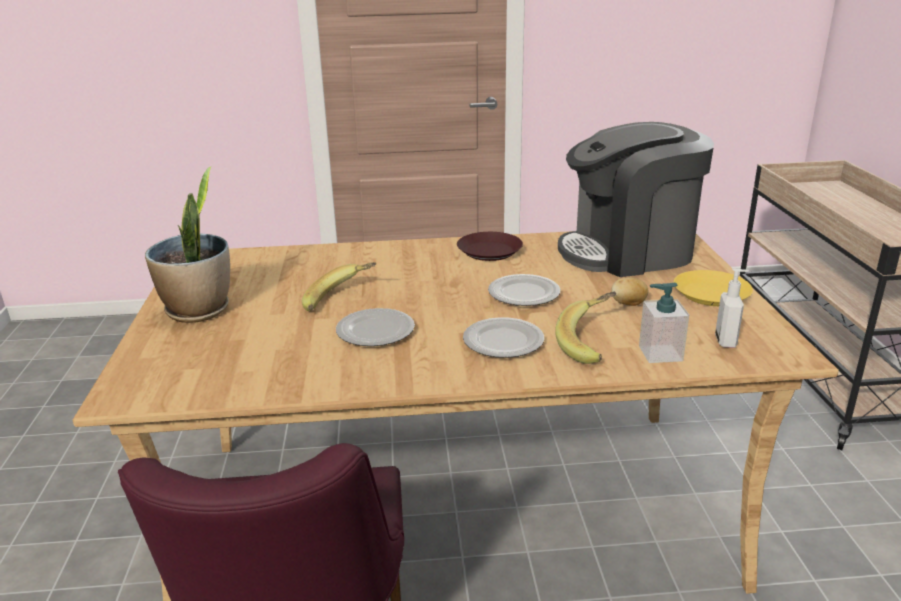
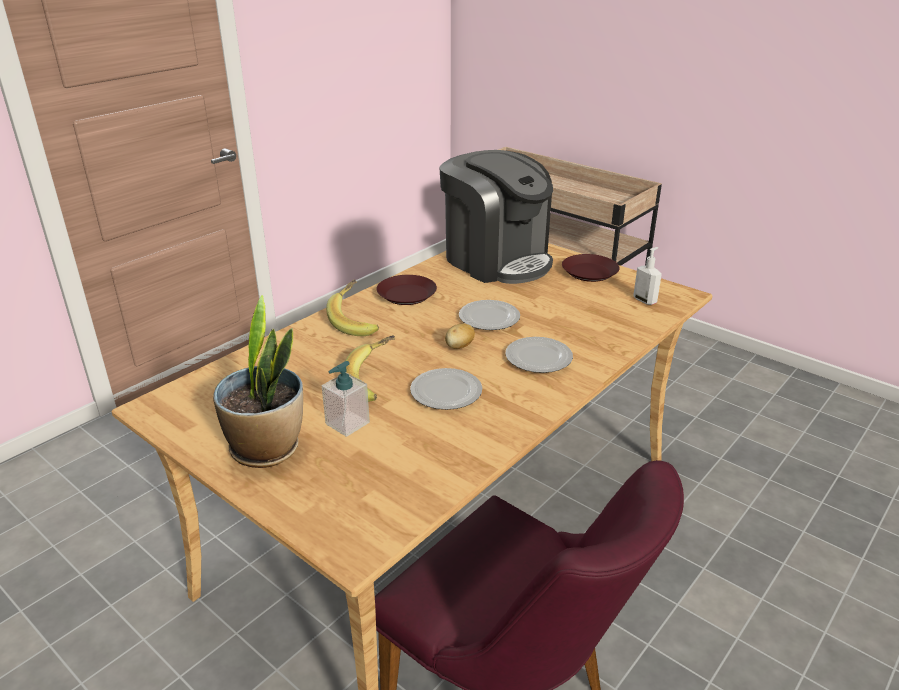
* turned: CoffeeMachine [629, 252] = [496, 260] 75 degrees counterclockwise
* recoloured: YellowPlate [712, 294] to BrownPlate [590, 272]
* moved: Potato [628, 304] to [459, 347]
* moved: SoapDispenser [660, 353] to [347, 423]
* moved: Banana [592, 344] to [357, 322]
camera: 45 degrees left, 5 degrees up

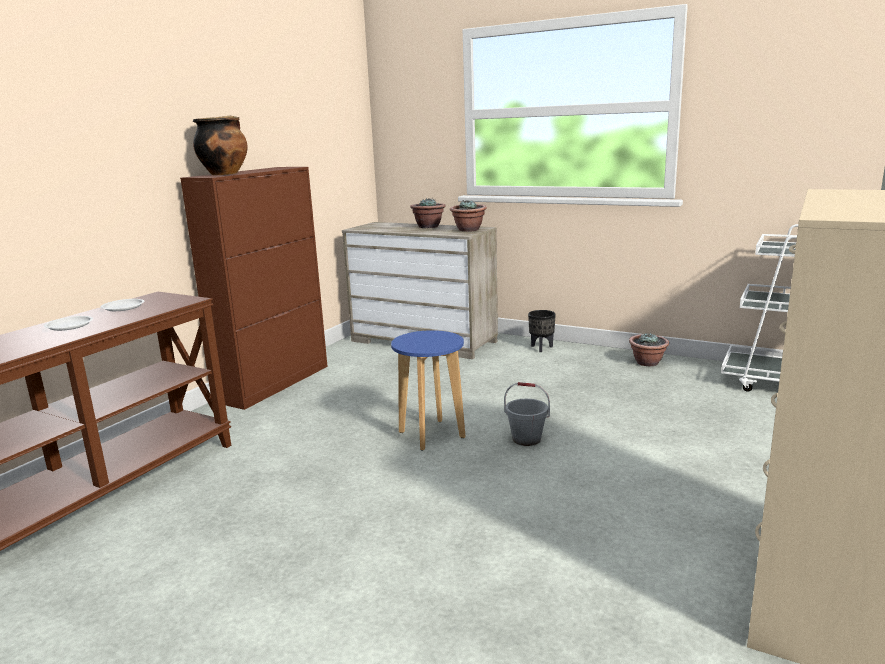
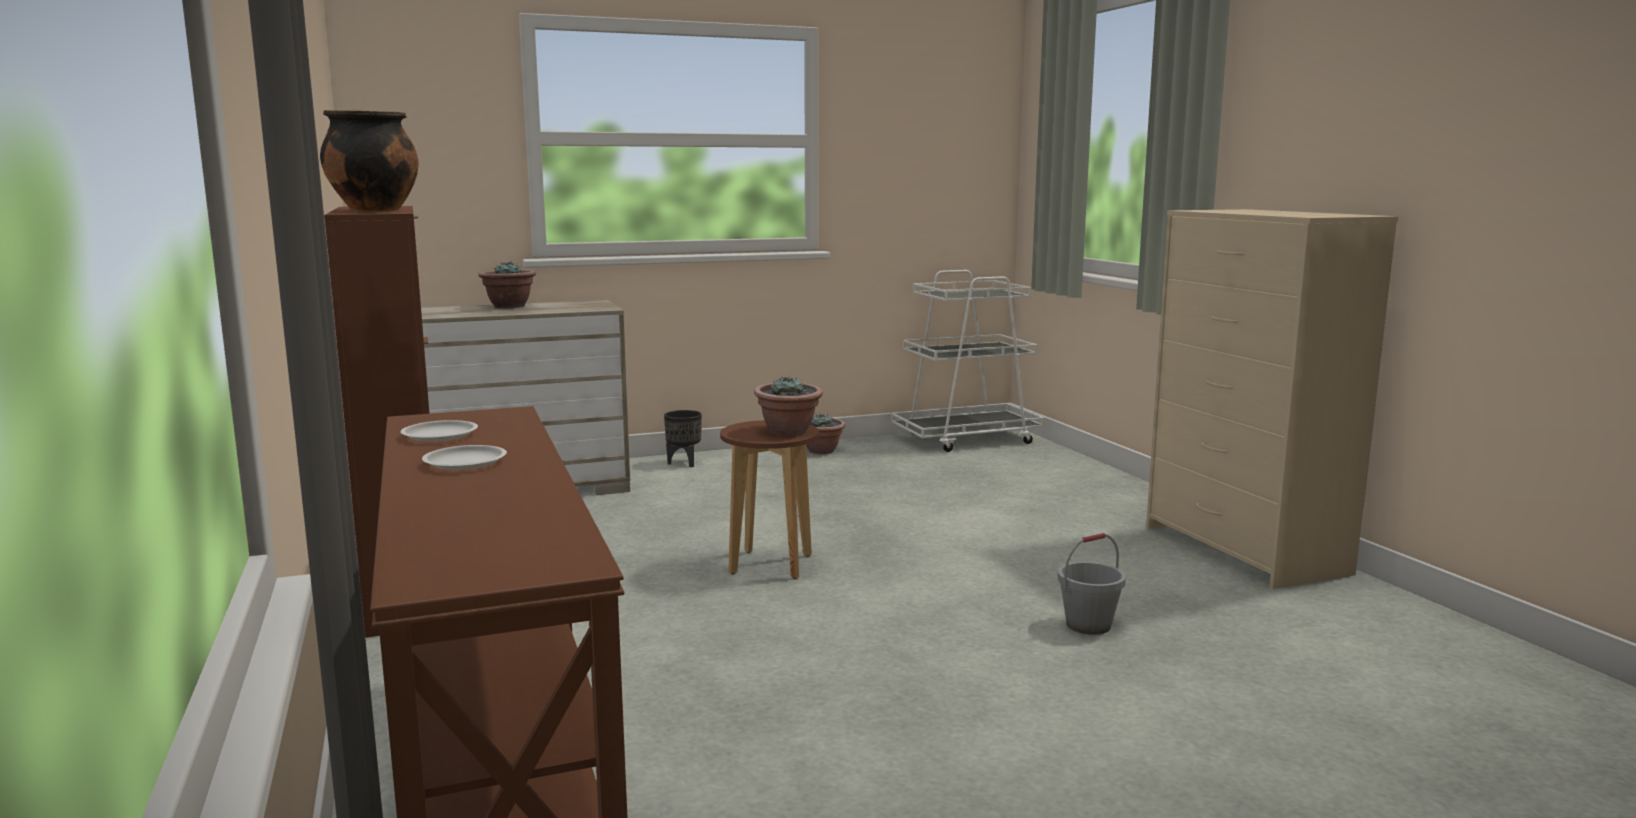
* moved: PottedPlant [468, 230] to [789, 431]
* recoloured: BlueStool [431, 435] to BrownStool [771, 564]
* moved: GreyBucket [527, 439] to [1088, 625]
camera: 50 degrees left, 5 degrees down

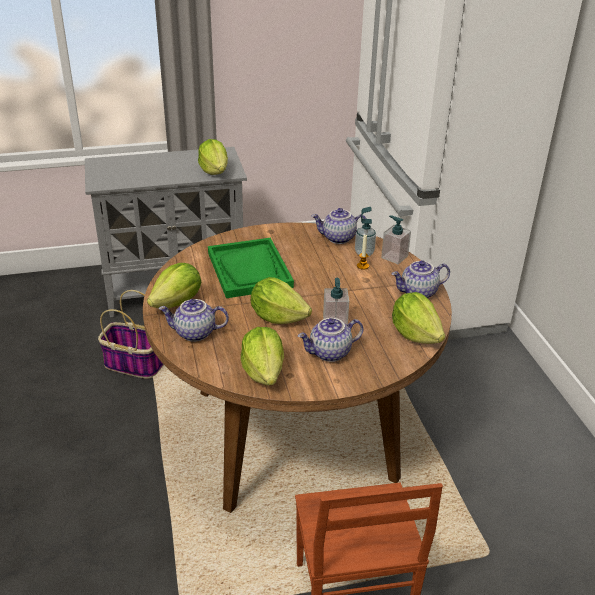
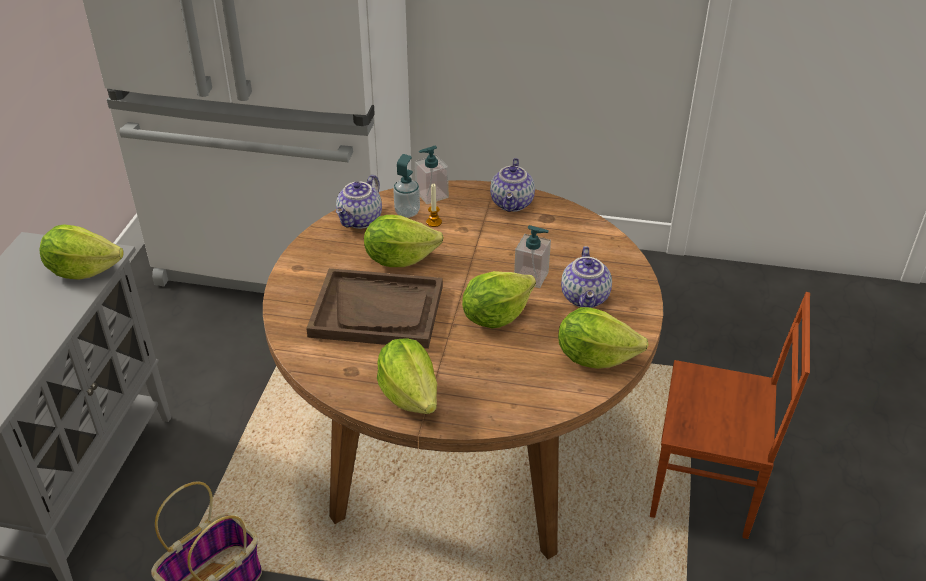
* recoloured: GreenTray [249, 270] to BrownTray [377, 311]
* moved: Lettuce [415, 334] to [399, 259]
* removed: Teapot [194, 334]
camera: 65 degrees left, 5 degrees up

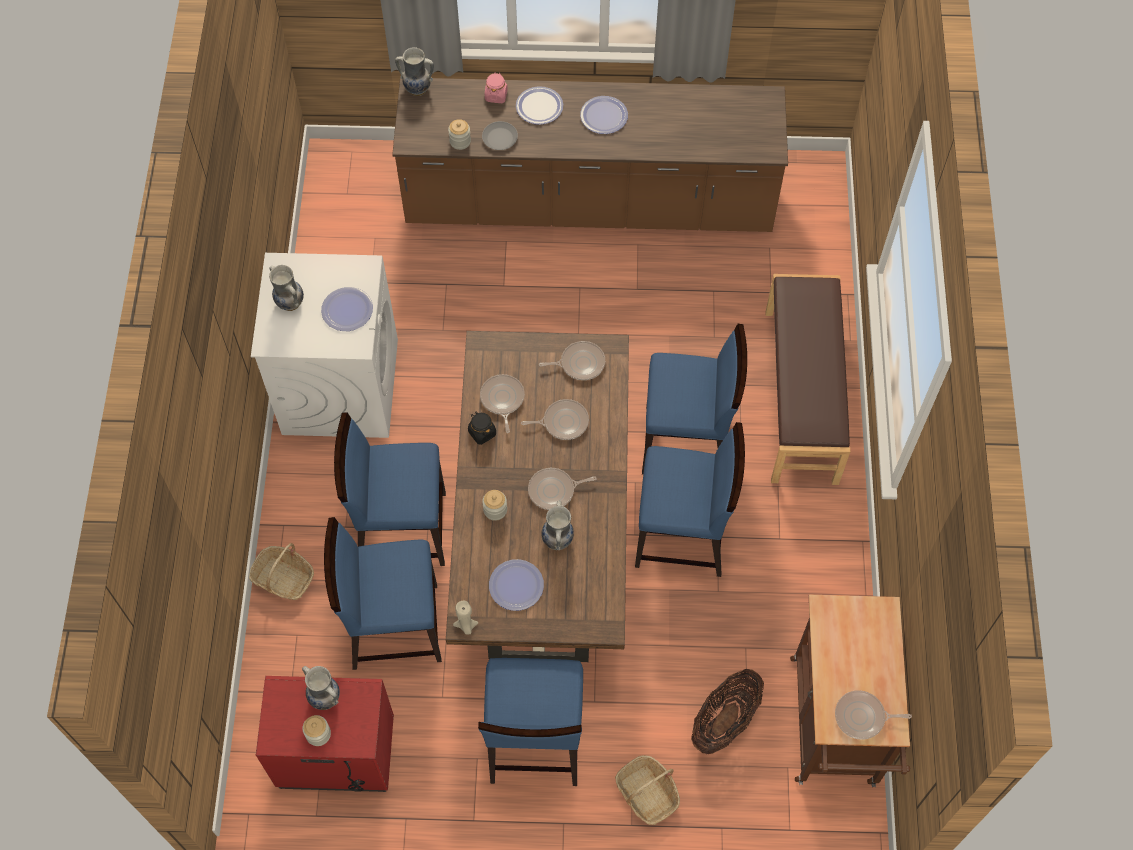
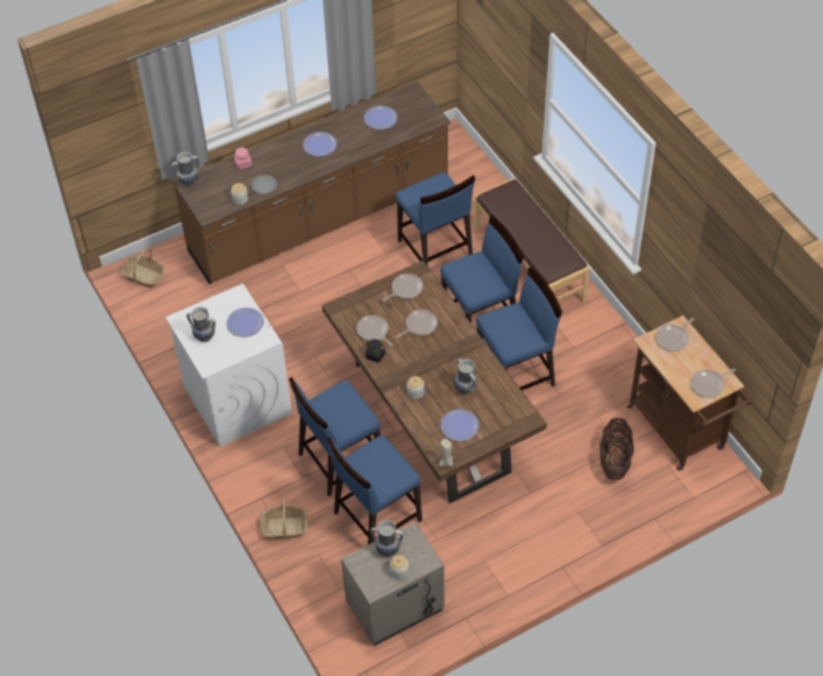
* moved: Plate [539, 106] to [380, 118]
* moved: FryingPan [554, 490] to [673, 339]
* moved: BlueChair [534, 741] to [435, 249]
* recoloured: RedNightstand [336, 755] to BeigeNightstand [395, 607]
* moved: Basket [647, 793] to [144, 276]
camera: 30 degrees left, 10 degrees down

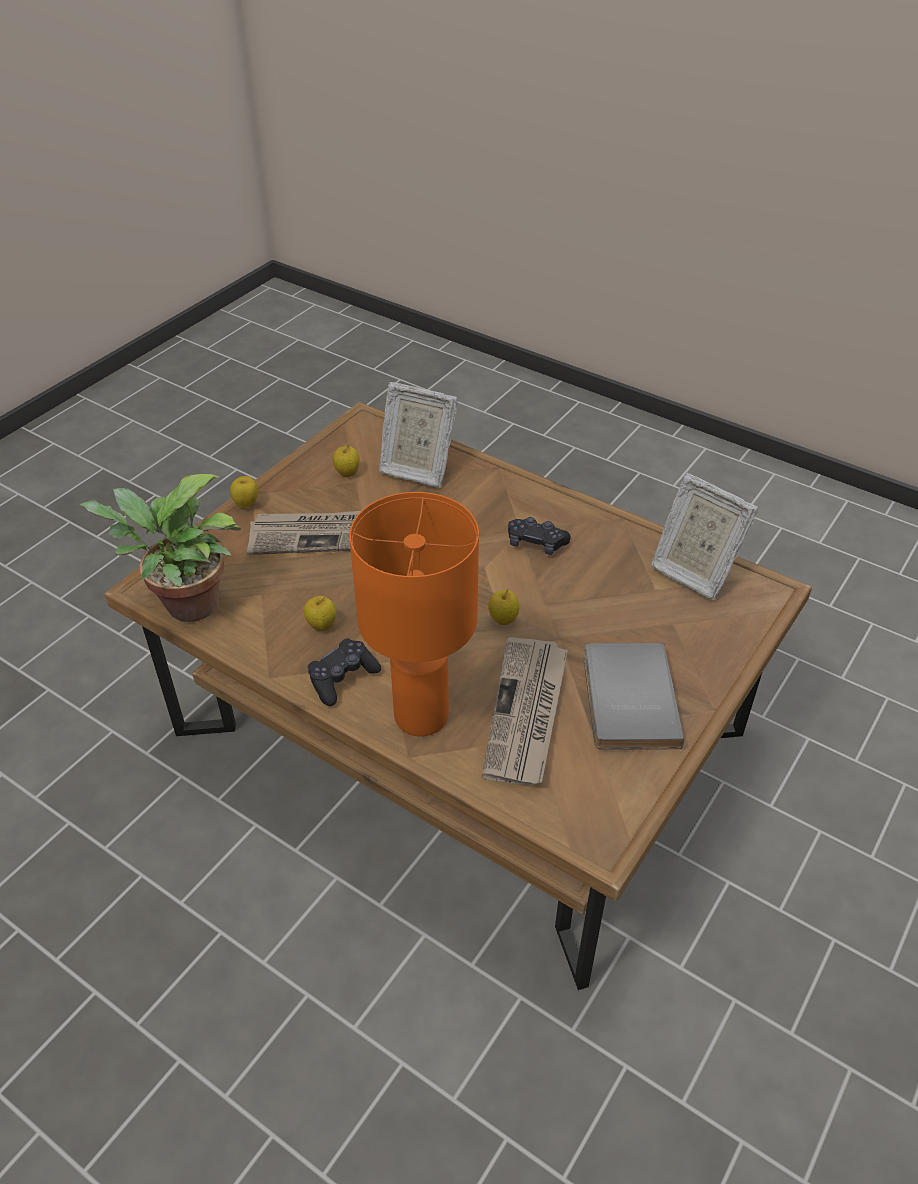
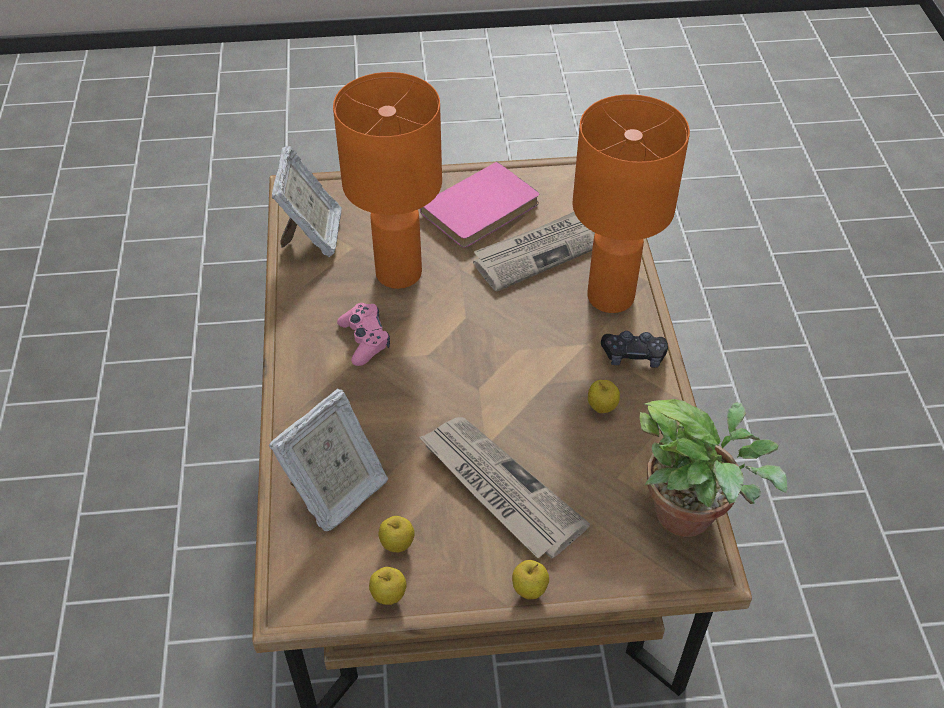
* turned: PictureFrame [416, 469] = [336, 492] 60 degrees clockwise
* recoloured: BlackGameController [536, 543] to PinkGameController [365, 340]
* moved: Apple [503, 620] to [388, 597]
* recoloured: GreyBook [625, 699] to PinkBook [483, 210]
* added: OrangeTableLamp [398, 271]
camera: 130 degrees left, 5 degrees up

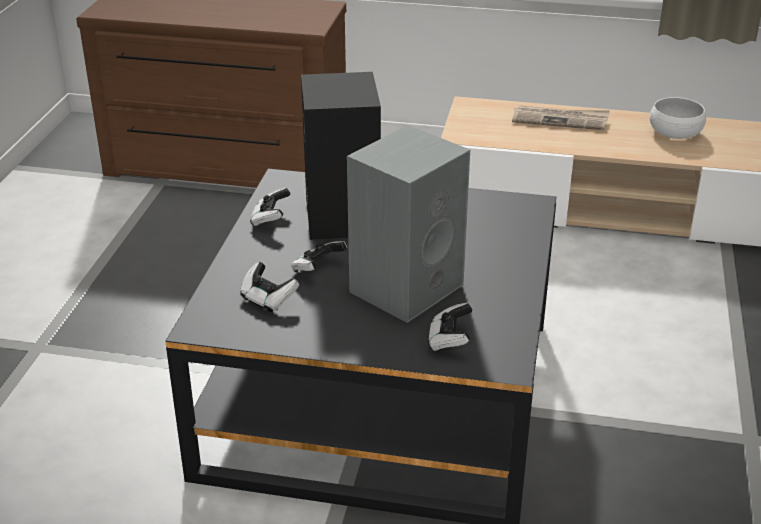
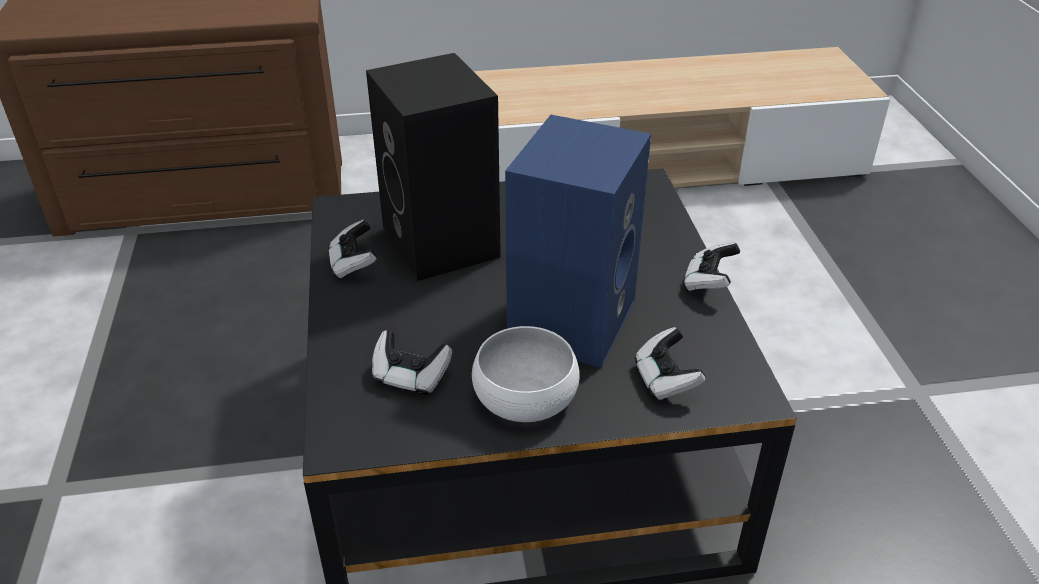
* moved: WhiteBowl [675, 132] to [525, 396]
* removed: Newspaper [560, 120]
* recoloured: GreySpeaker [406, 286] to BlueSpeaker [570, 318]
* moved: GameController [317, 269] to [708, 282]
camera: 20 degrees left, 5 degrees up

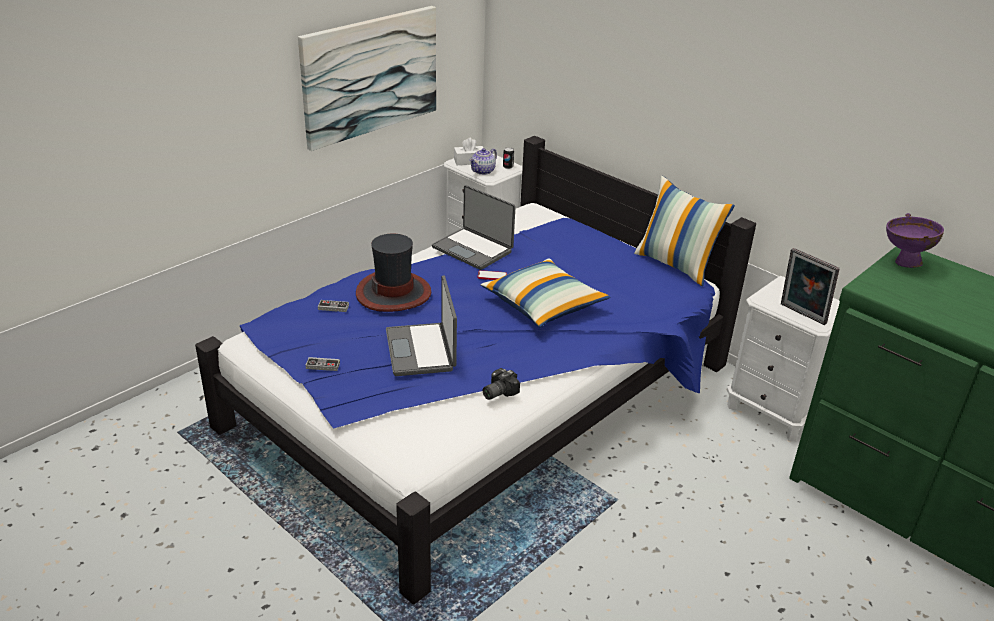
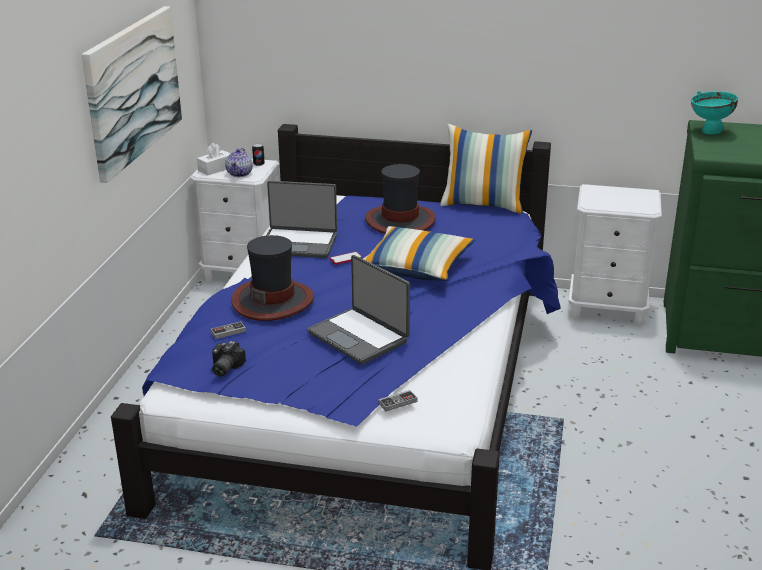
* recoloured: PurpleBowl [904, 263] to TurquoiseBowl [710, 132]
* removed: PictureFrame [801, 315]
* moved: GameController [323, 365] to [398, 402]
* moved: PhotoCamera [497, 392] to [224, 368]
* added: Hat [400, 221]
camera: 30 degrees left, 5 degrees down

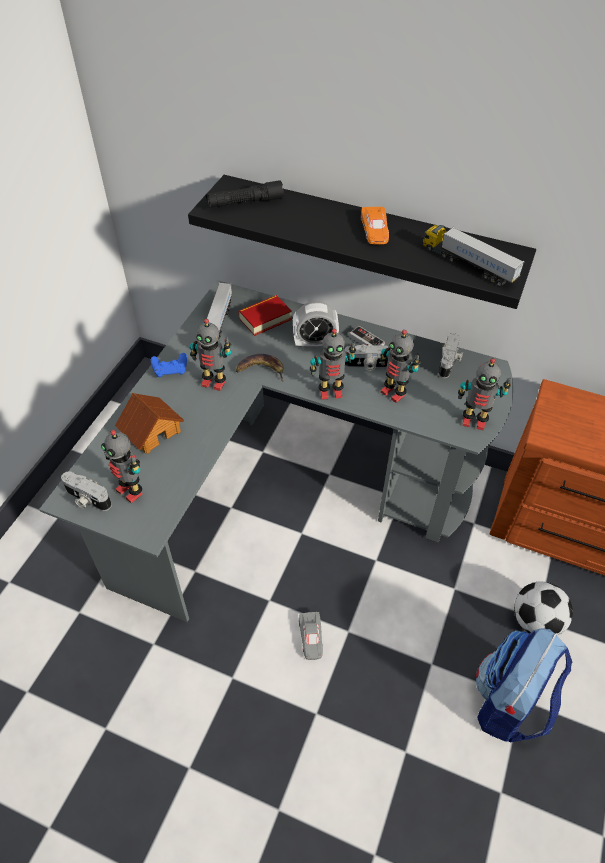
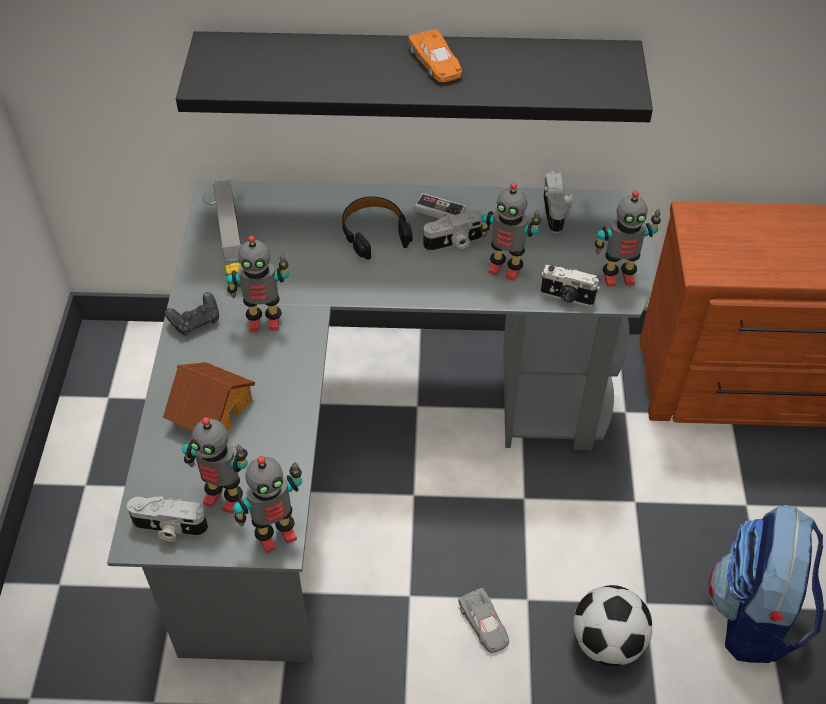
* removed: BlackFlashlight [245, 202]
* removed: ToyTruck [468, 265]
* removed: Book [265, 319]
* replaced: AlarmClock [315, 344] to BlackHeadphones [374, 232]
* moved: ToyRobot [330, 392] to [275, 535]
* recoloured: BlueGameController [170, 370] to BlackGameController [196, 322]
* removed: Banana [261, 370]
* moved: Football [536, 621] to [607, 642]
* added: PhotoCamera [567, 297]
camera: 20 degrees left, 0 degrees up

